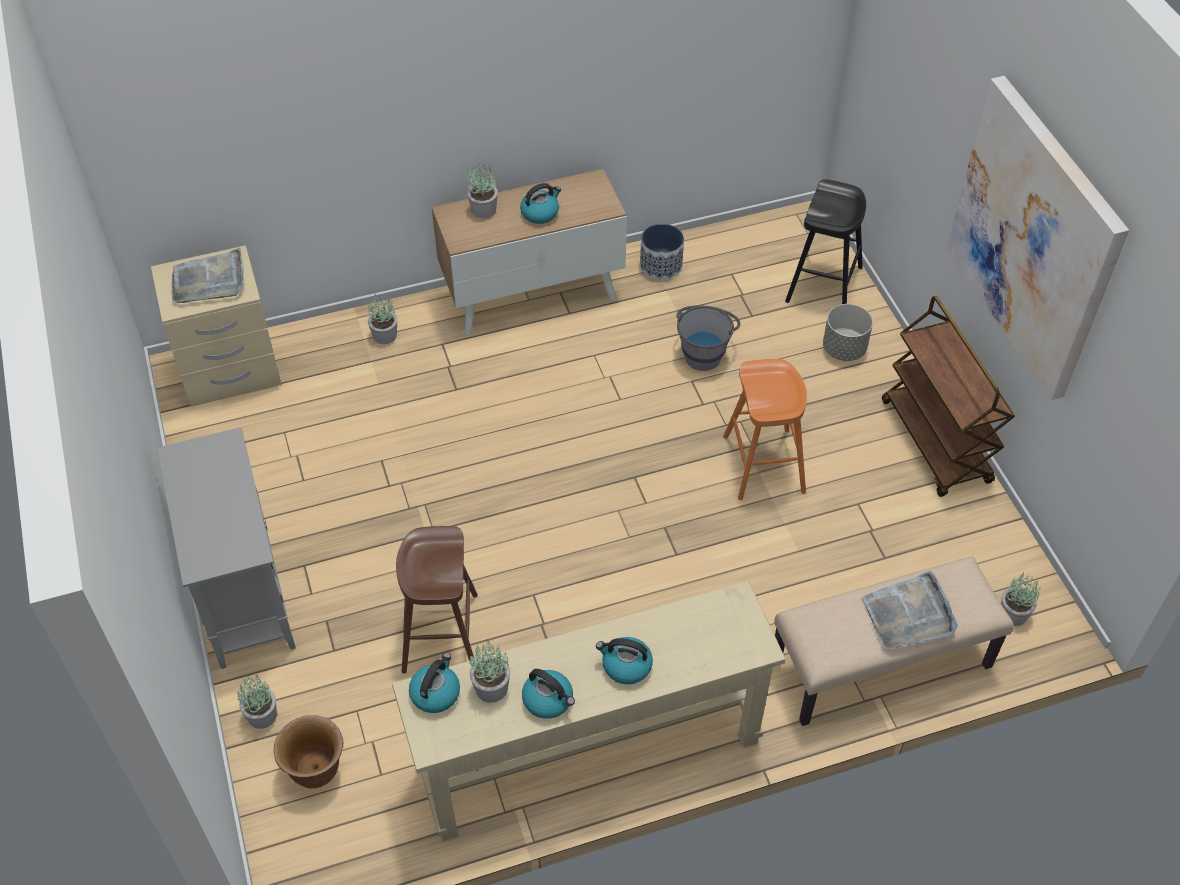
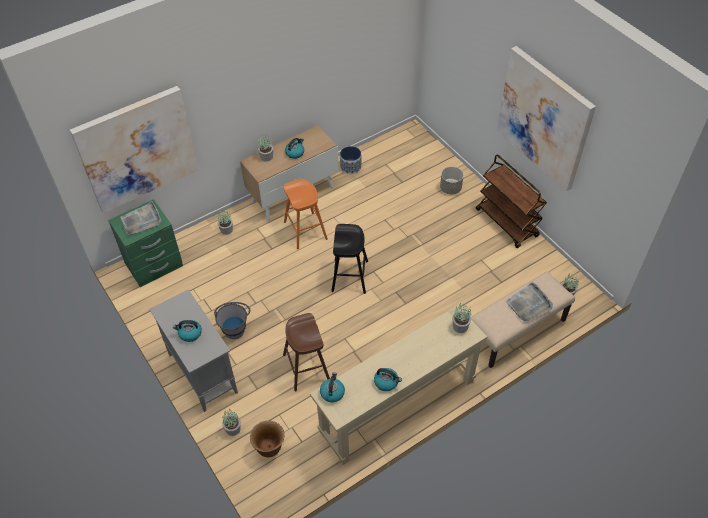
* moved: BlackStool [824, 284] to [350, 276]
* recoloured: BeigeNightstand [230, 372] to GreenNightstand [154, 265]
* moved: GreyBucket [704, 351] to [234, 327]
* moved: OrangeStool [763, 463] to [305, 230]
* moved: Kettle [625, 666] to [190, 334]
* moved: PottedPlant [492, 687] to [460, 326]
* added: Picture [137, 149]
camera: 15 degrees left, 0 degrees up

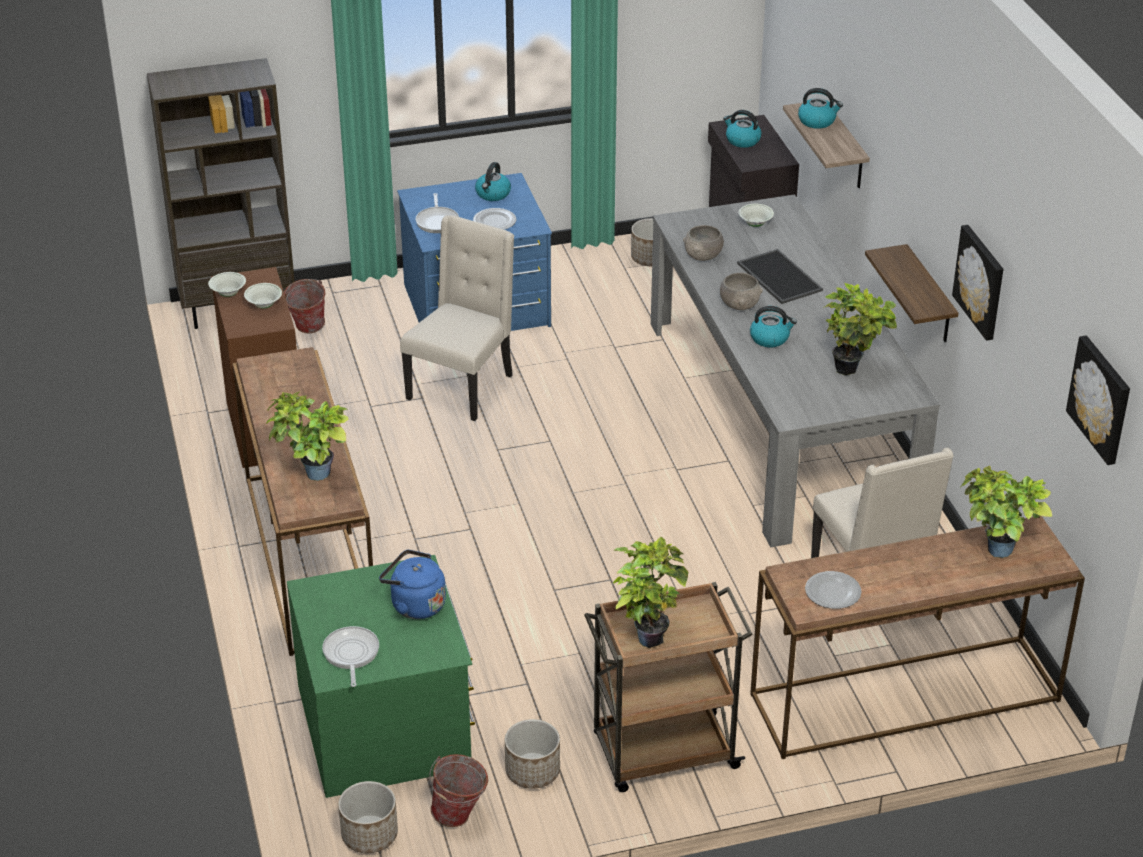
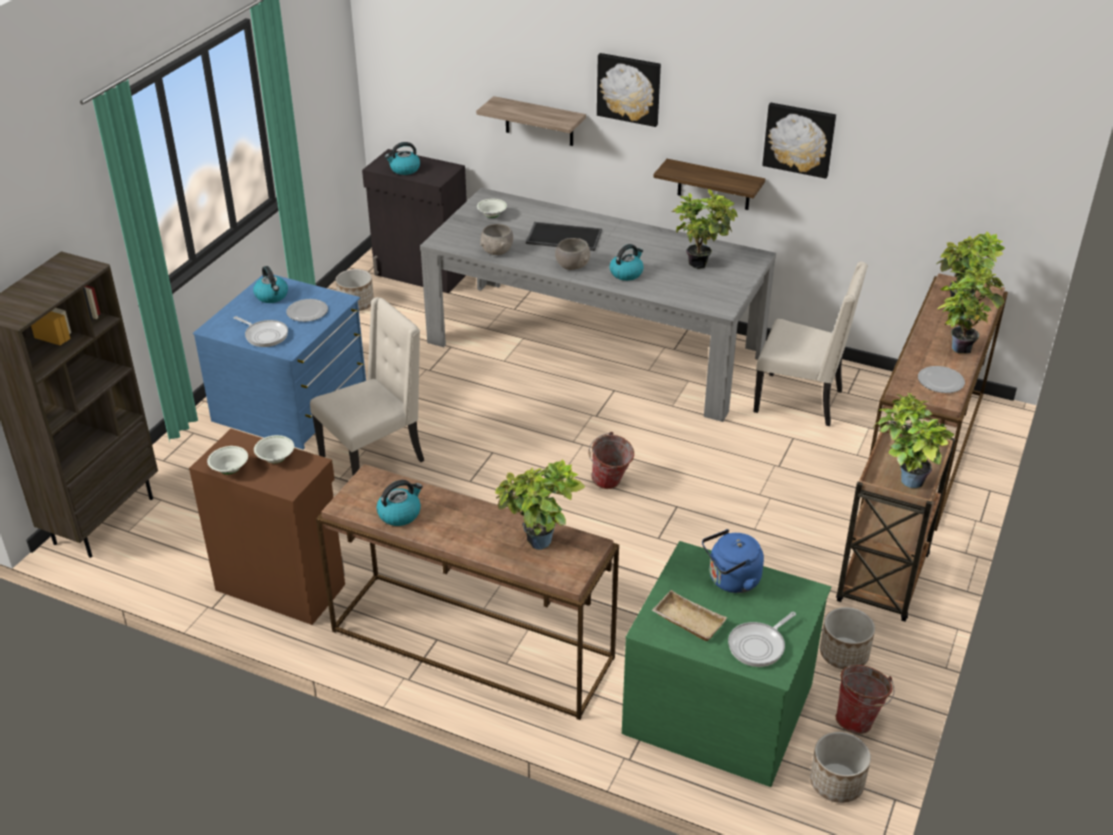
* moved: Kettle [817, 121] to [400, 514]
* turned: BeigeChair [462, 387] = [374, 459] 75 degrees clockwise
* moved: Bucket [306, 329] to [609, 484]
* moved: Picture [1101, 399] to [629, 88]
* turned: FryingPan [351, 654] = [759, 646] 75 degrees counterclockwise
* added: PottedPlant [959, 345]
* added: BeigeTray [686, 621]
camera: 50 degrees left, 0 degrees up

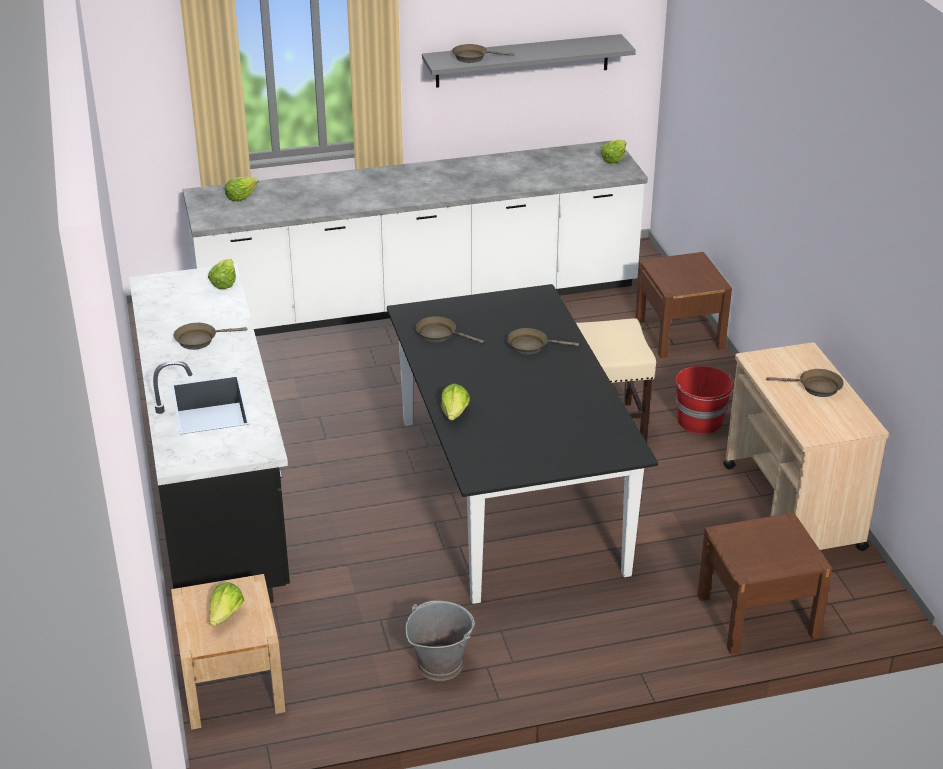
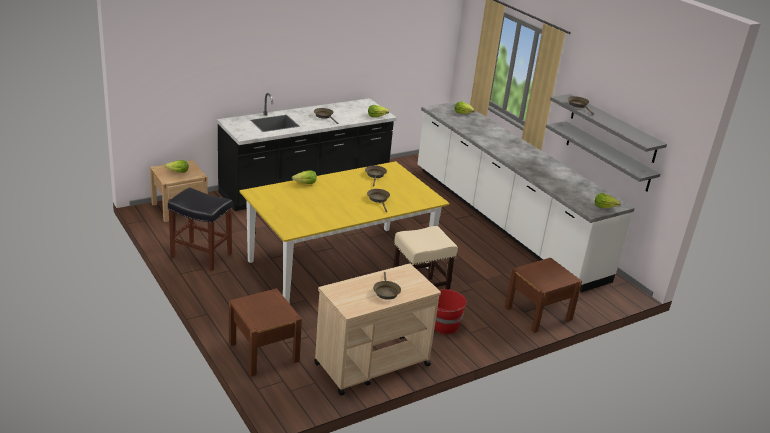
* recoloured: BlackDiningTable [508, 493] to YellowDiningTable [340, 264]
* replaced: GreyBucket [440, 664] to BlackStool [202, 256]
* added: GreyShelf [607, 156]
camera: 70 degrees right, 5 degrees down

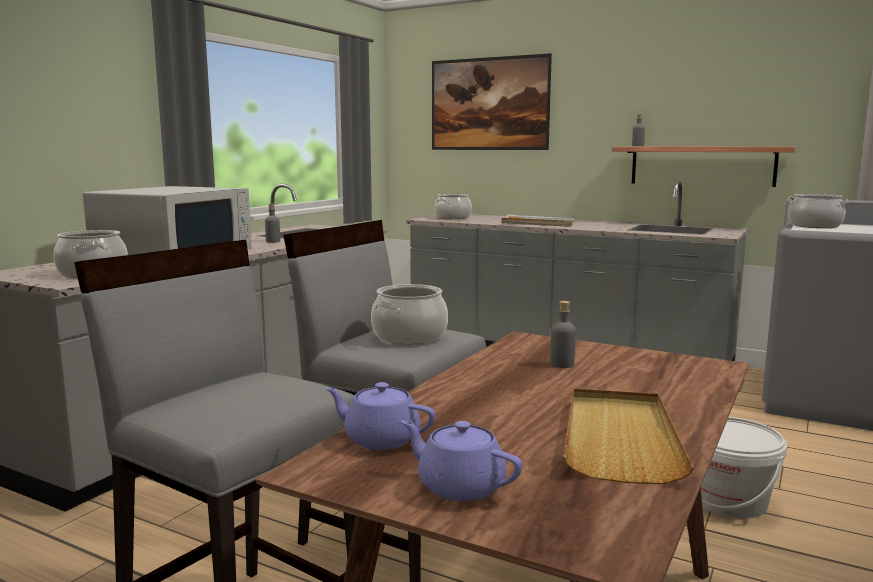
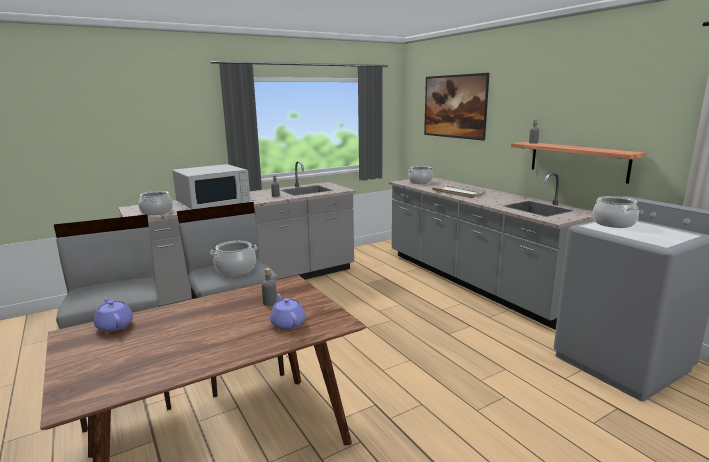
* removed: BeigeTray [619, 438]
* removed: WhiteBucket [729, 501]
* moved: PurpleTeapot [459, 486] to [287, 323]
camera: 30 degrees right, 5 degrees up

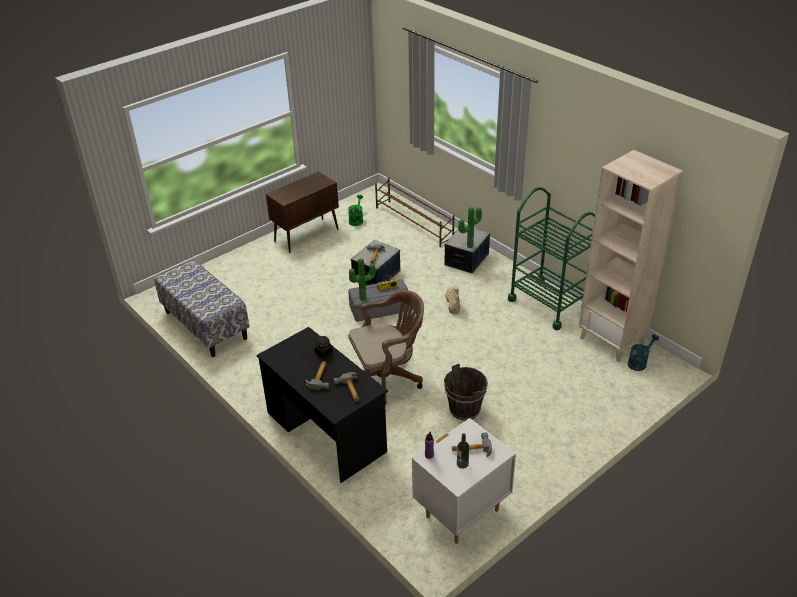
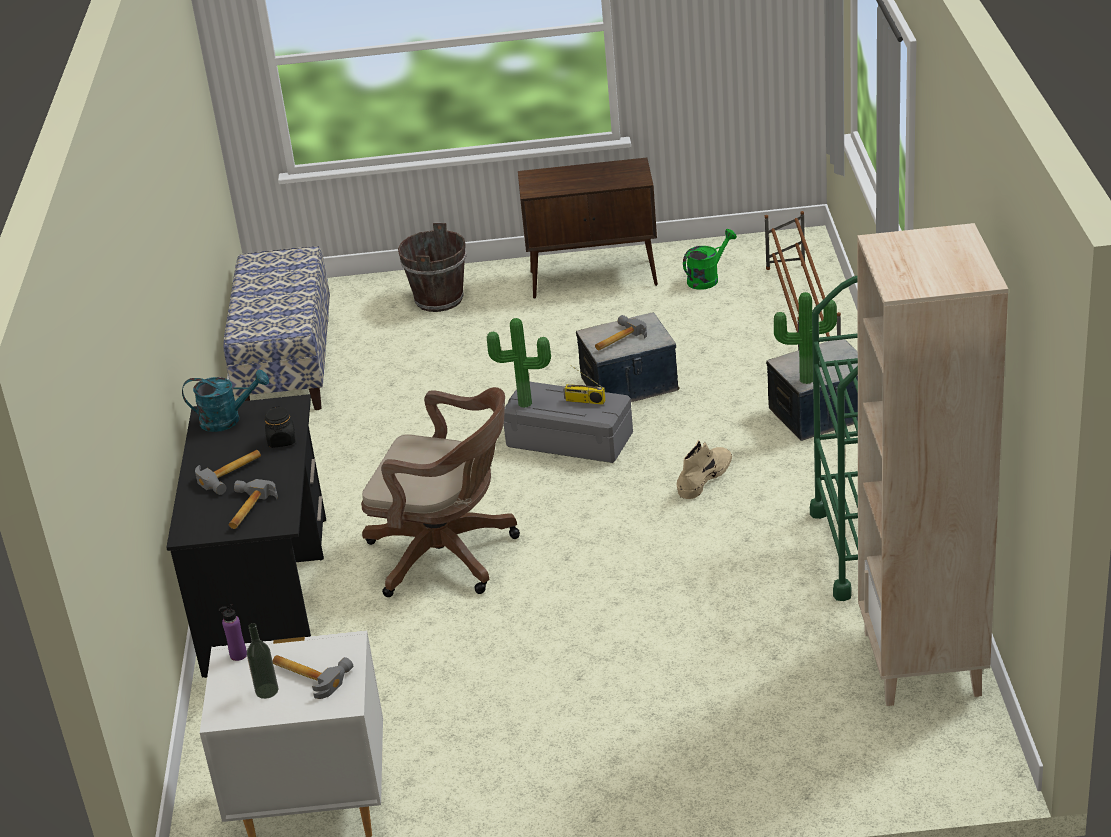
* moved: TurquoiseWateringCan [639, 362] to [228, 420]
* moved: BrownBucket [464, 409] to [438, 300]
camera: 40 degrees right, 5 degrees down

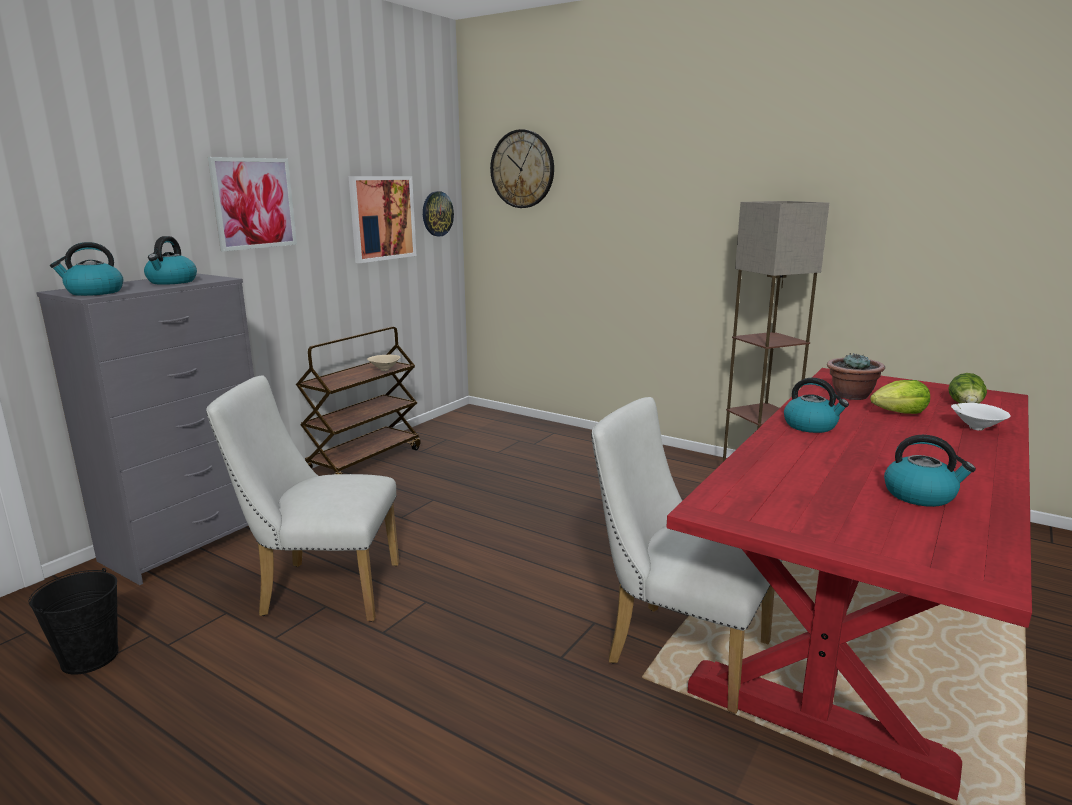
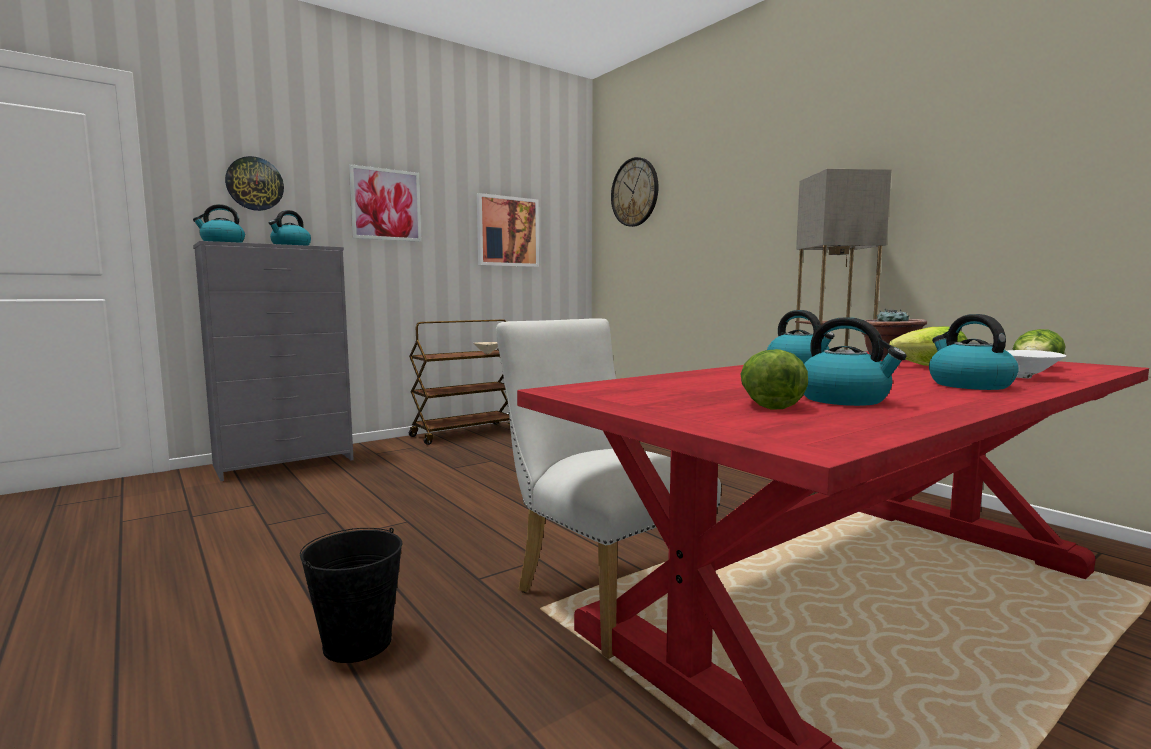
* moved: WallClock [437, 214] to [254, 184]
* removed: WhiteChair [321, 590]
* moved: BlackBucket [90, 657] to [358, 643]
* added: Kettle [968, 385]
* added: Lettuce [768, 404]
camera: 20 degrees right, 10 degrees down

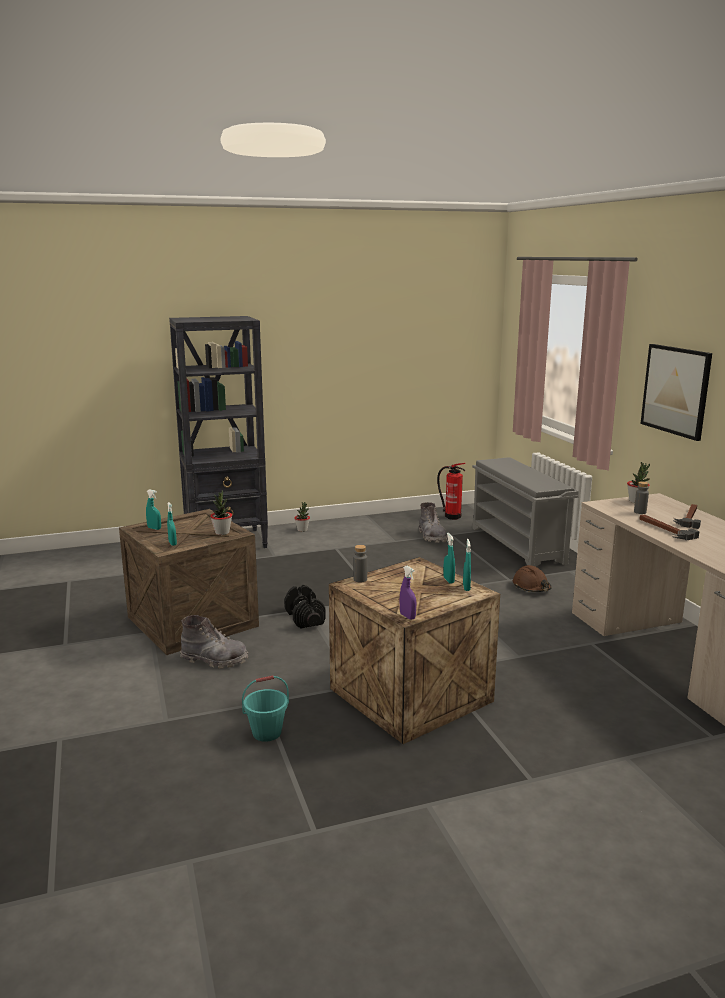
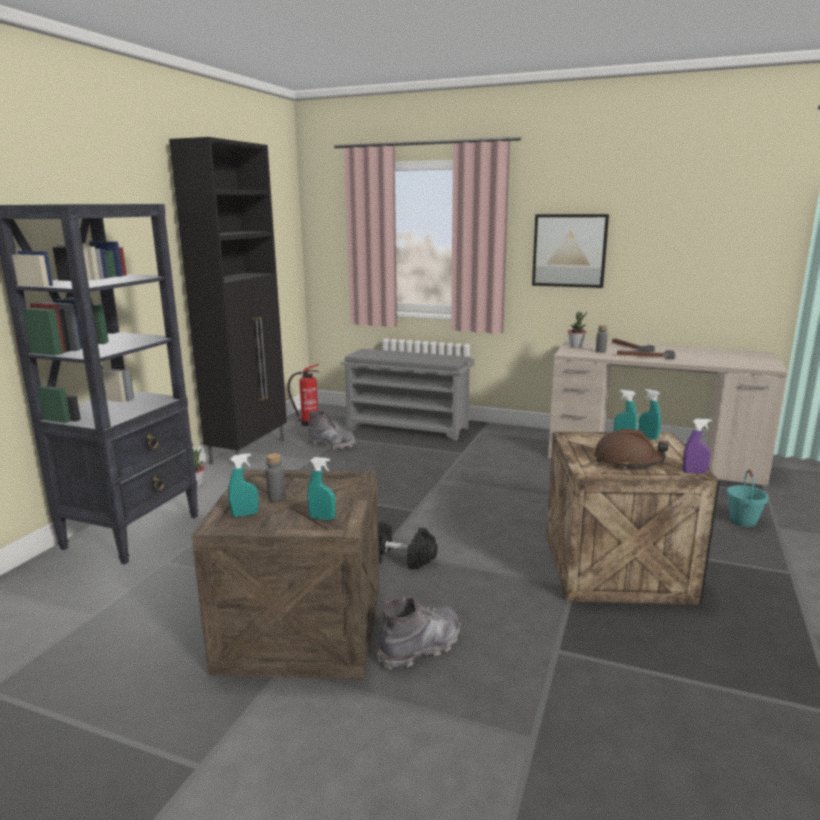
* removed: PottedPlant [222, 532]
* moved: GreyBottle [360, 579] to [276, 497]
* moved: BrownHardHat [531, 587] to [628, 461]
* moved: TurquoiseBucket [266, 733] to [743, 521]
* added: BlackCabinet [249, 451]
camera: 50 degrees left, 0 degrees up

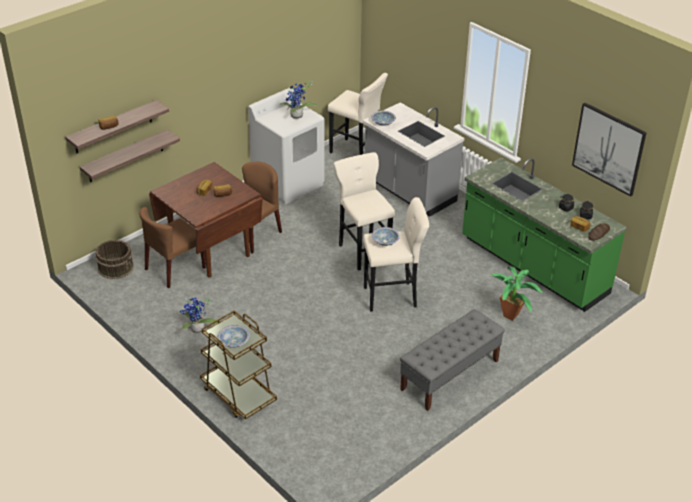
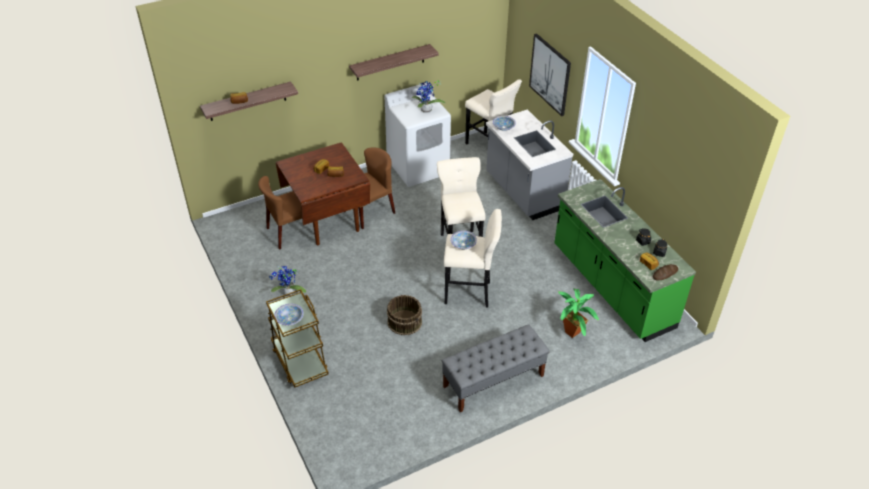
* moved: Picture [608, 148] to [550, 74]
* moved: Shelf [125, 156] to [390, 62]
* moved: BrownBucket [116, 267] to [405, 321]
camera: 15 degrees right, 5 degrees up

